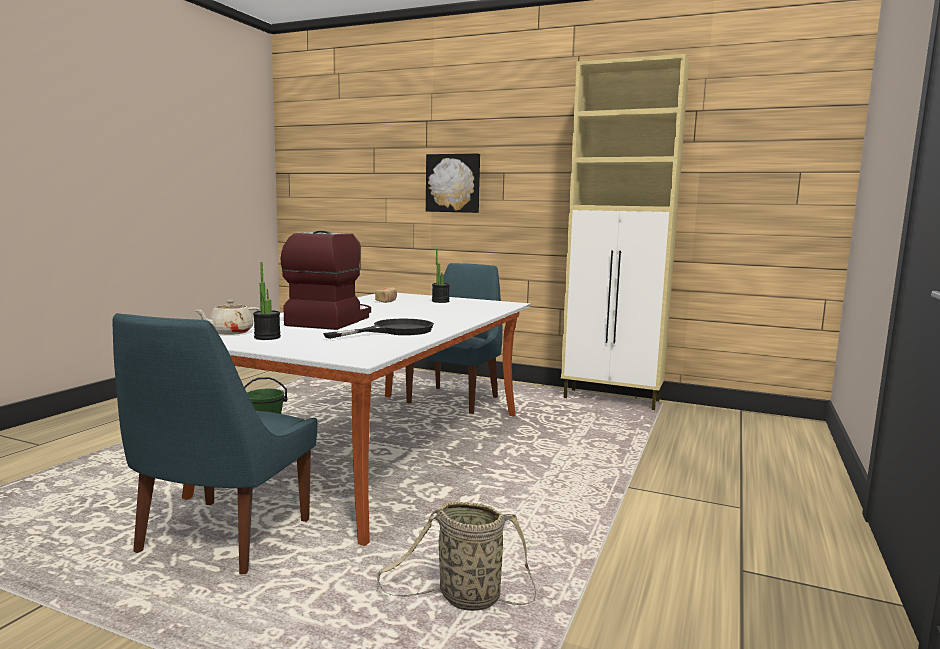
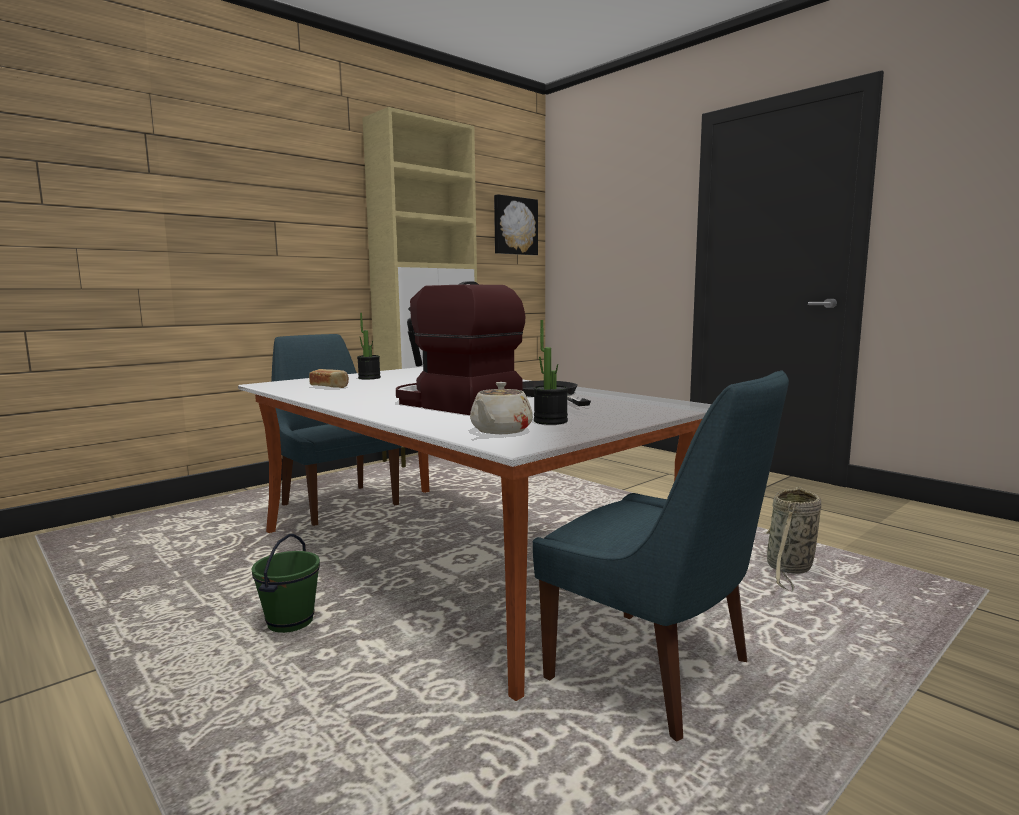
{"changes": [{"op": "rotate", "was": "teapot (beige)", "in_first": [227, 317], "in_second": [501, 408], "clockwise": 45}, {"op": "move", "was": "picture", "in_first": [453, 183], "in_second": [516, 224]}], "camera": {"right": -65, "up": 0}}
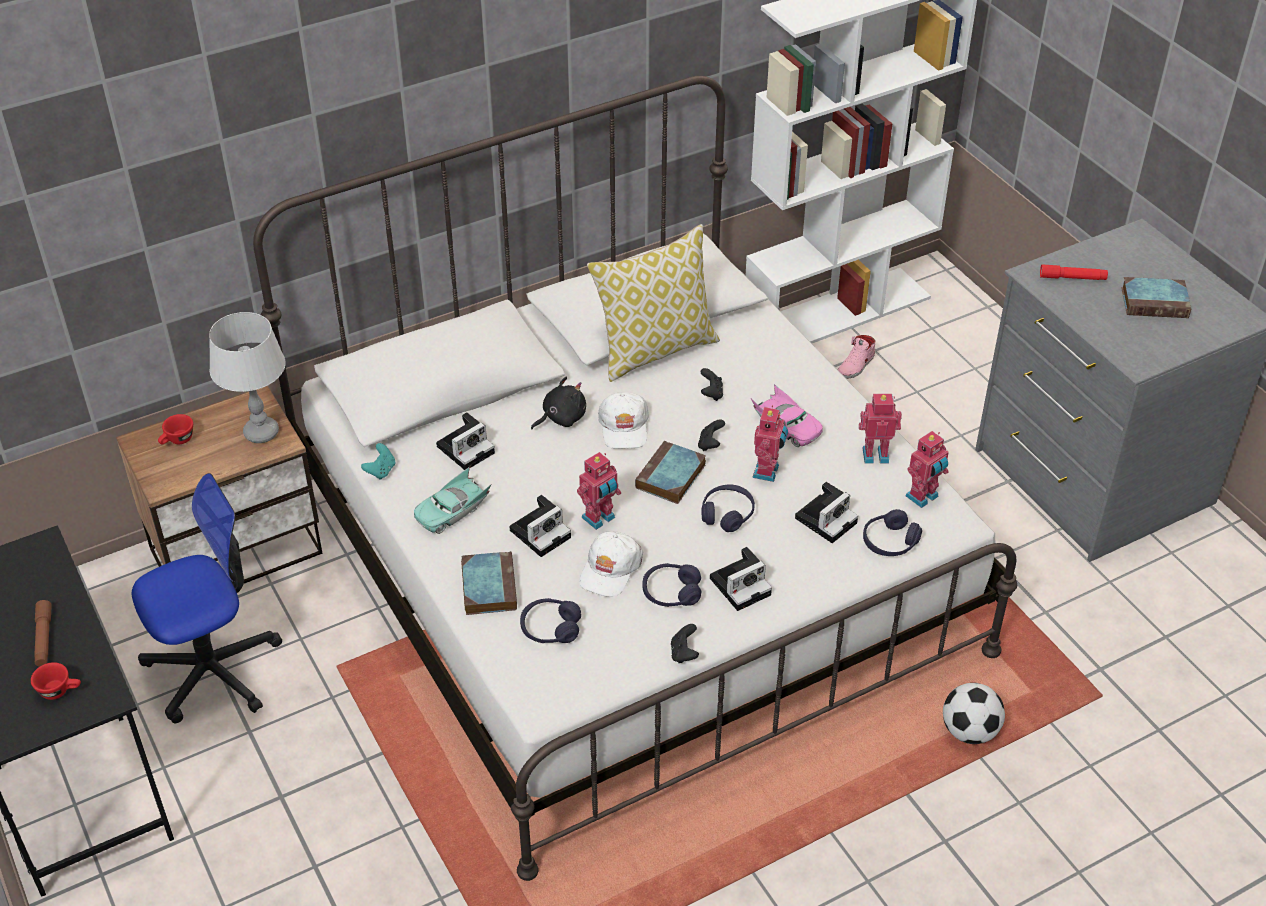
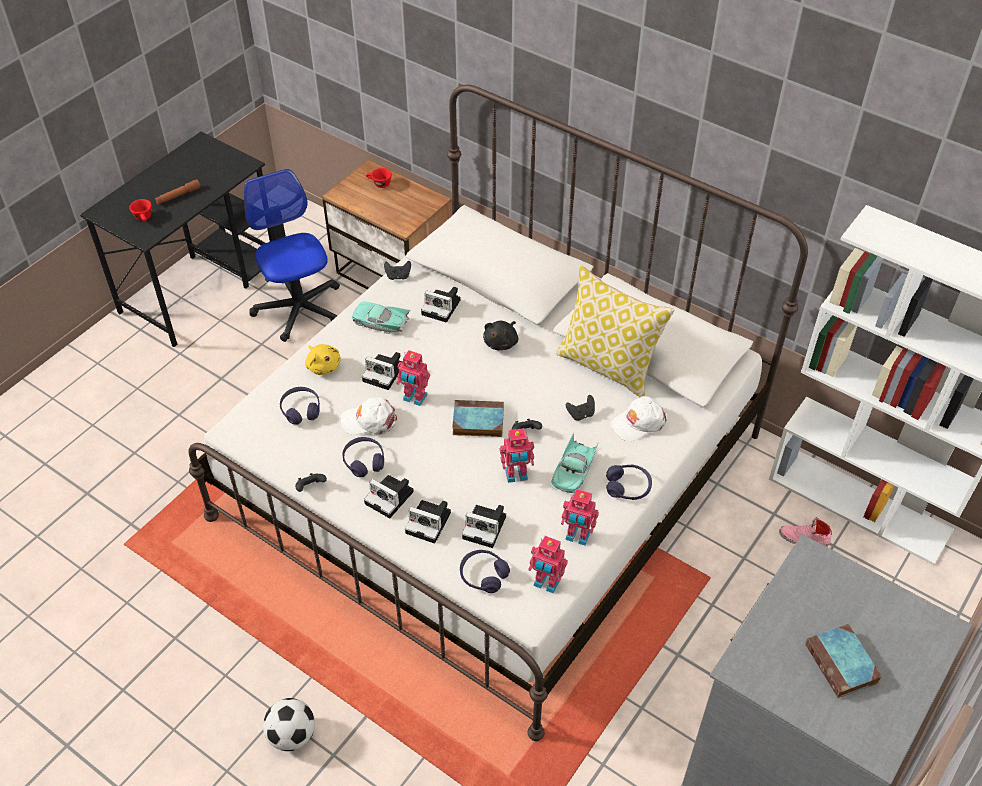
{"changes": [{"op": "rotate", "was": "office chair", "in_first": [207, 598], "in_second": [292, 255], "clockwise": -150}, {"op": "delete", "was": "table lamp (grey)", "in_first": [247, 377]}, {"op": "recolor", "was": "game controller (turquoise)", "now": "game controller (black)", "in_first": [378, 461], "in_second": [397, 270]}, {"op": "replace", "was": "book", "now": "plush toy (yellow)", "in_first": [489, 583], "in_second": [323, 359]}, {"op": "rotate", "was": "plush toy (black)", "in_first": [558, 403], "in_second": [500, 335], "clockwise": 90}, {"op": "move", "was": "cap (white)", "in_first": [623, 420], "in_second": [638, 419]}, {"op": "move", "was": "headphones (purple)", "in_first": [728, 508], "in_second": [629, 482]}, {"op": "recolor", "was": "toy car (pink)", "now": "toy car (turquoise)", "in_first": [787, 415], "in_second": [575, 463]}, {"op": "rotate", "was": "toy robot", "in_first": [880, 428], "in_second": [580, 517], "clockwise": 135}, {"op": "move", "was": "football", "in_first": [974, 713], "in_second": [289, 724]}, {"op": "delete", "was": "flashlight (red)", "in_first": [1074, 272]}, {"op": "insert", "now": "photo camera", "in_second": [428, 522]}], "camera": {"right": 65, "up": 5}}
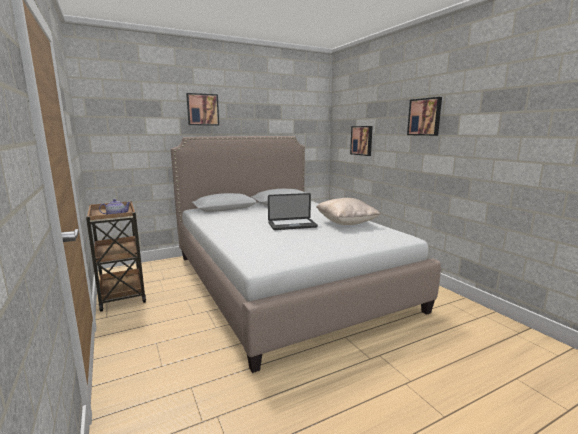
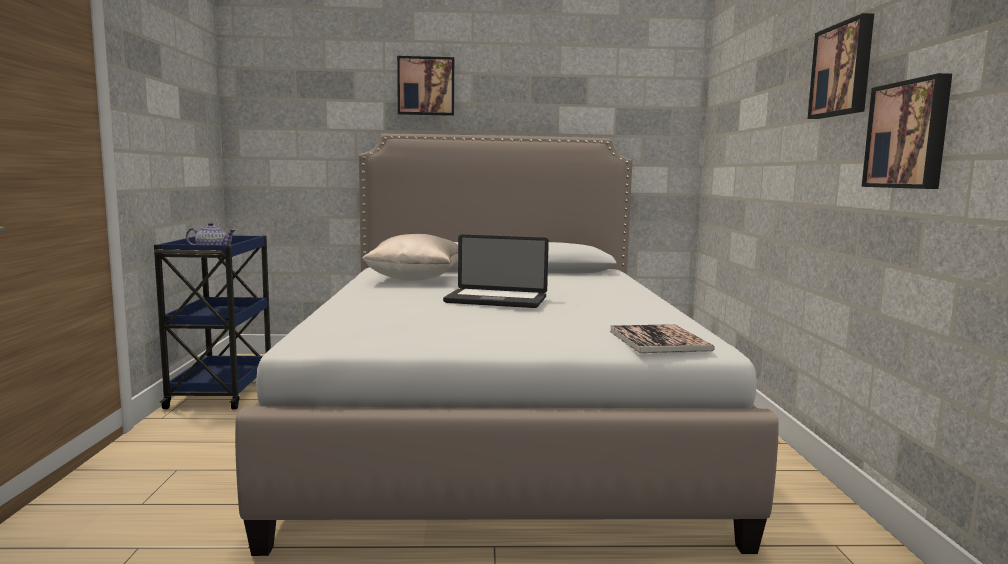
{"changes": [{"op": "recolor", "was": "cart (brown)", "now": "cart (blue)", "in_first": [116, 256], "in_second": [212, 322]}, {"op": "move", "was": "pillow (beige)", "in_first": [348, 211], "in_second": [410, 257]}, {"op": "move", "was": "picture", "in_first": [361, 141], "in_second": [907, 131]}, {"op": "insert", "now": "book", "in_second": [662, 338]}], "camera": {"right": 25, "up": -5}}
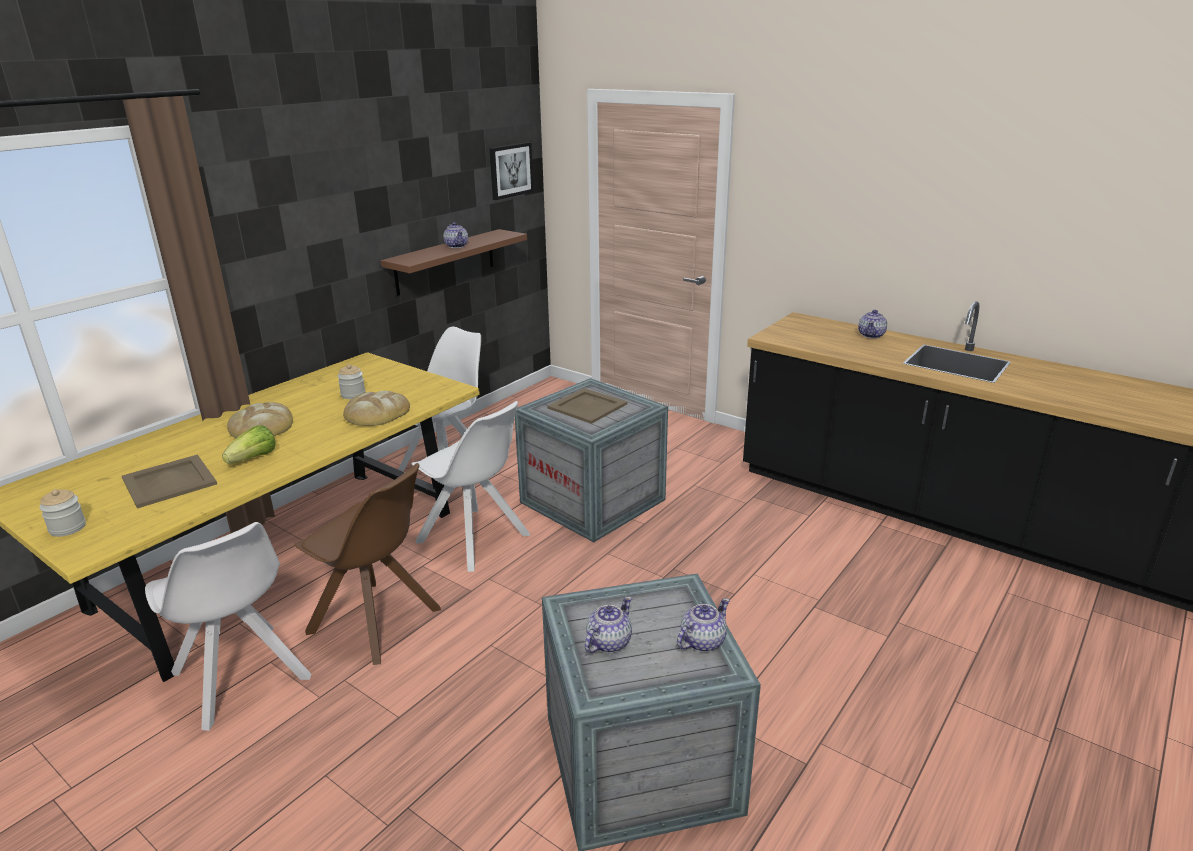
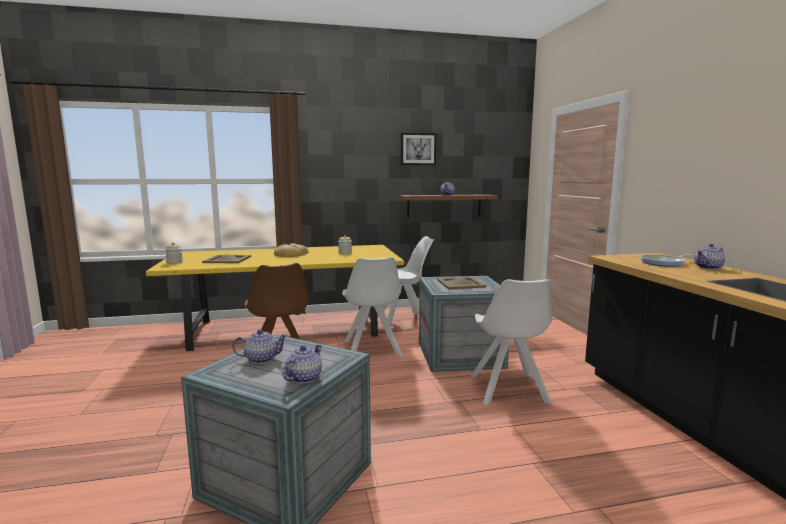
{"changes": [{"op": "move", "was": "chair (white)", "in_first": [228, 626], "in_second": [511, 342]}, {"op": "delete", "was": "lettuce", "in_first": [249, 444]}, {"op": "delete", "was": "bread", "in_first": [376, 408]}, {"op": "move", "was": "picture", "in_first": [511, 171], "in_second": [418, 149]}, {"op": "rotate", "was": "teapot", "in_first": [703, 625], "in_second": [302, 363], "clockwise": -60}, {"op": "insert", "now": "frying pan", "in_second": [666, 260]}], "camera": {"right": 40, "up": -15}}
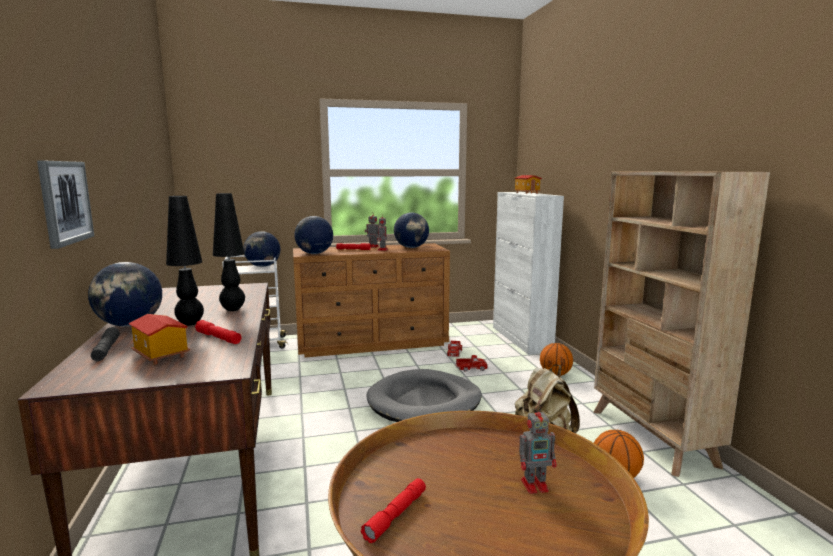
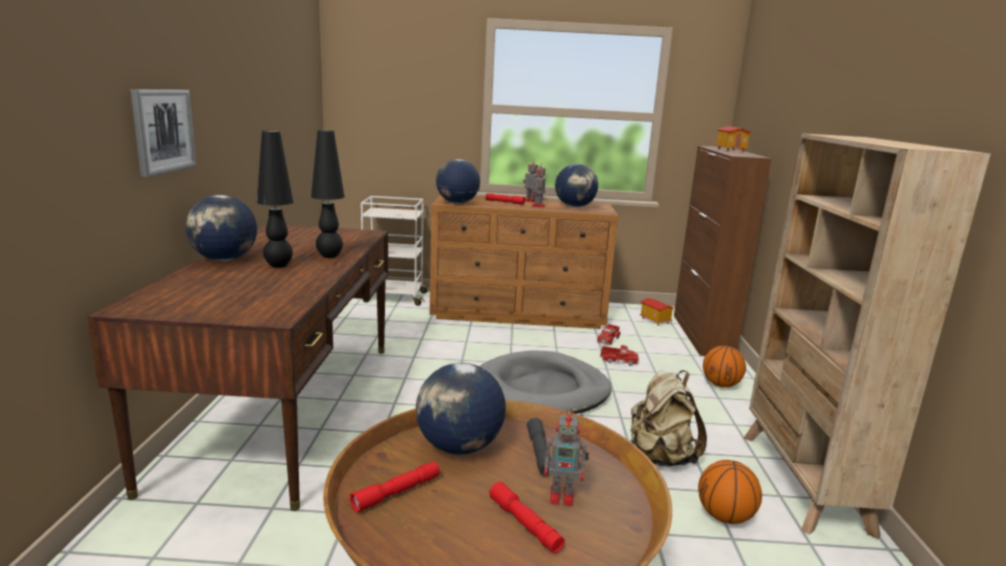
{"changes": [{"op": "move", "was": "flashlight (grey)", "in_first": [105, 344], "in_second": [539, 446]}, {"op": "move", "was": "toy house", "in_first": [159, 339], "in_second": [656, 311]}, {"op": "move", "was": "flashlight (red)", "in_first": [218, 332], "in_second": [527, 517]}, {"op": "move", "was": "globe", "in_first": [262, 249], "in_second": [461, 409]}, {"op": "recolor", "was": "cabinet (white)", "now": "cabinet (brown)", "in_first": [528, 273], "in_second": [722, 251]}], "camera": {"right": 15, "up": 5}}
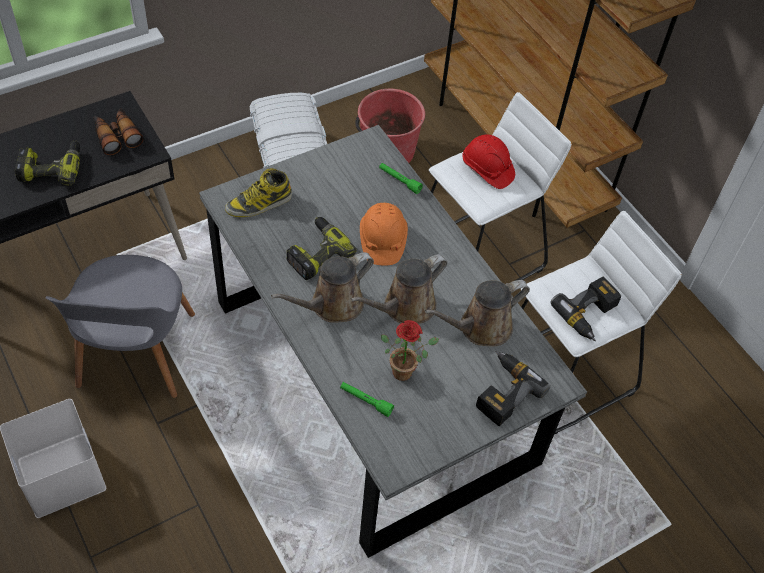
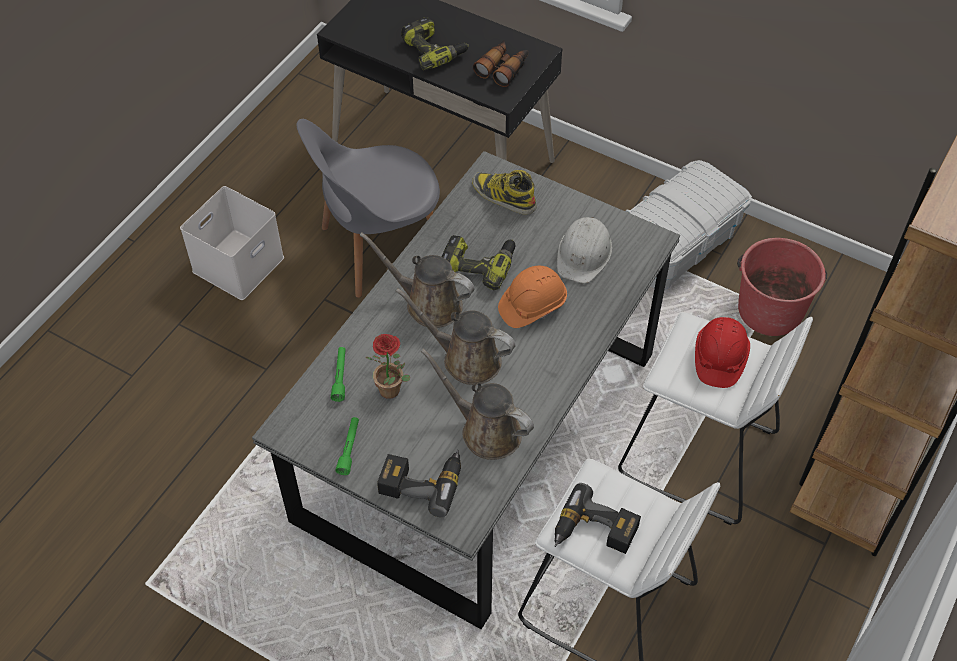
{"changes": [{"op": "move", "was": "flashlight (green)", "in_first": [401, 178], "in_second": [347, 446]}, {"op": "insert", "now": "hard hat (white)", "in_second": [584, 250]}], "camera": {"right": 65, "up": 0}}
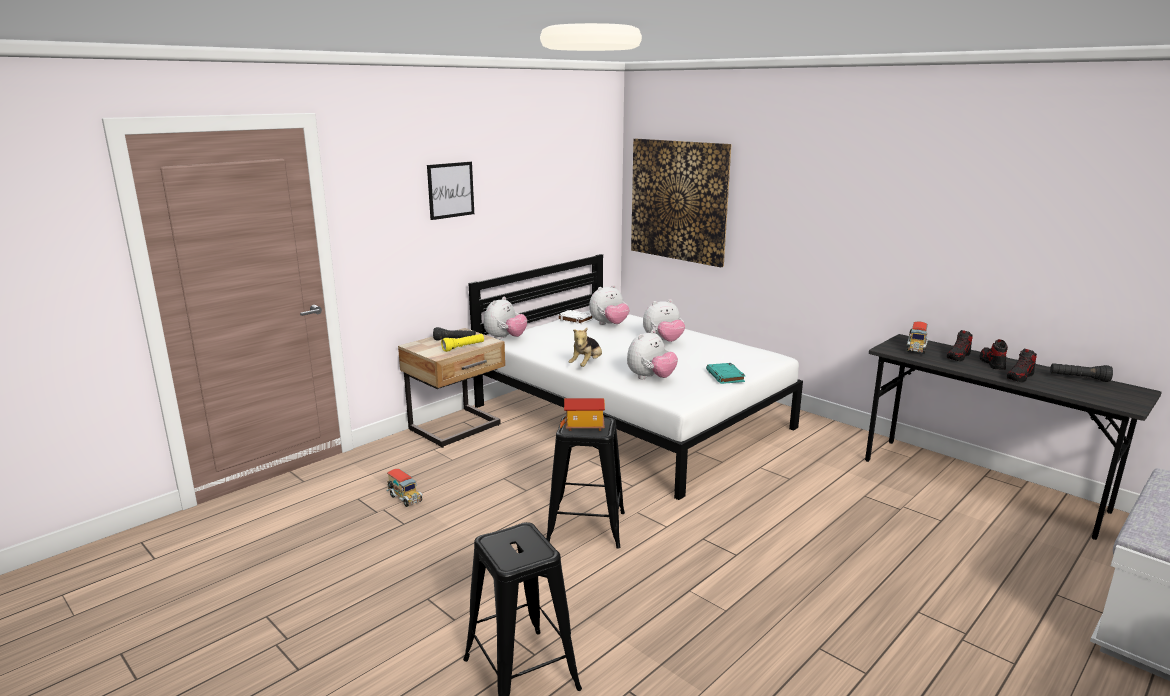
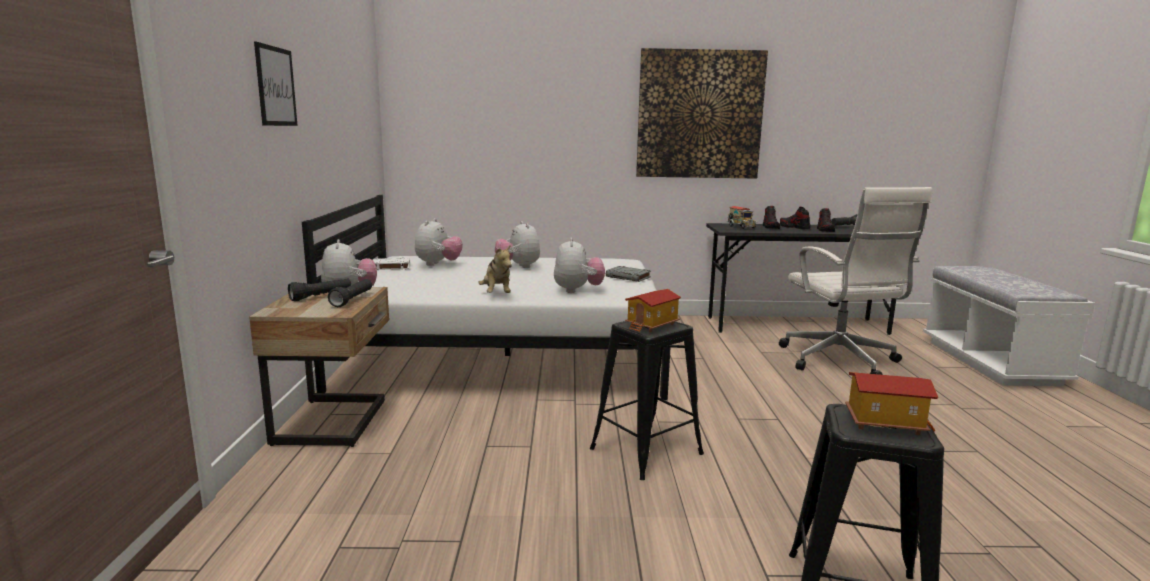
{"changes": [{"op": "delete", "was": "toy truck", "in_first": [404, 488]}, {"op": "recolor", "was": "flashlight (yellow)", "now": "flashlight (black)", "in_first": [462, 343], "in_second": [350, 293]}, {"op": "move", "was": "picture", "in_first": [681, 203], "in_second": [702, 113]}, {"op": "rotate", "was": "plush toy", "in_first": [664, 320], "in_second": [517, 244], "clockwise": 135}, {"op": "recolor", "was": "book (turquoise)", "now": "book (grey)", "in_first": [725, 373], "in_second": [628, 274]}, {"op": "insert", "now": "office chair (white)", "in_second": [855, 281]}, {"op": "insert", "now": "toy house", "in_second": [891, 403]}], "camera": {"right": -45, "up": -5}}
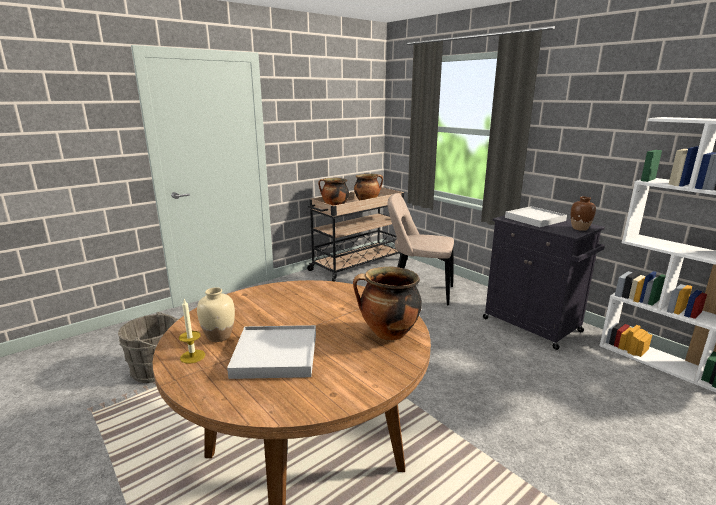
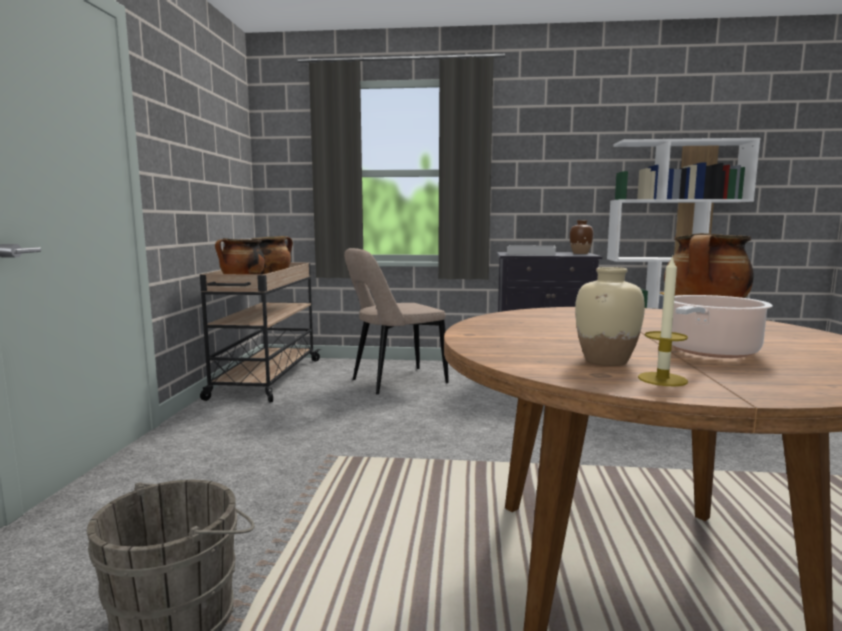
{"changes": [{"op": "replace", "was": "tray (white)", "now": "cooking pot", "in_first": [271, 352], "in_second": [722, 326]}], "camera": {"right": -45, "up": -10}}
